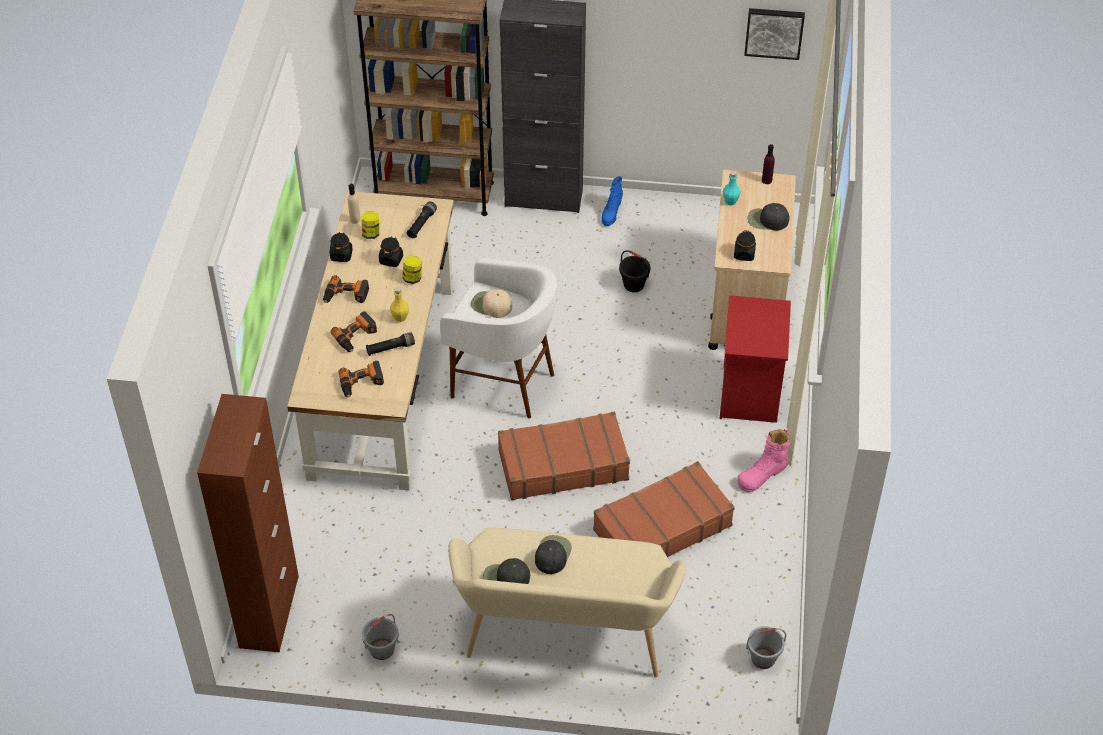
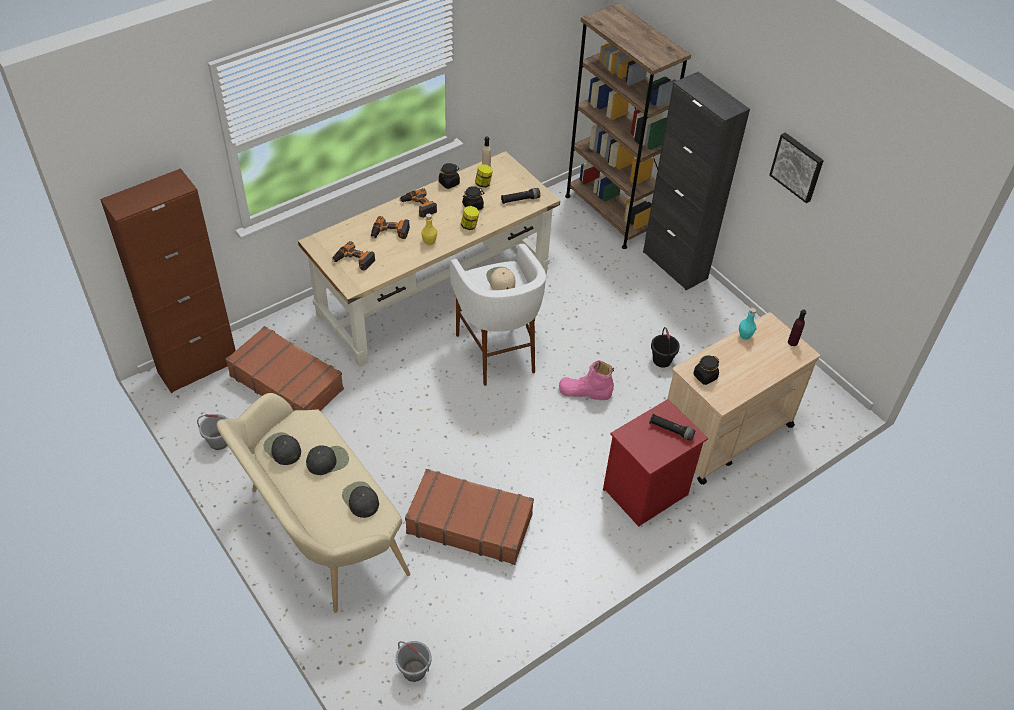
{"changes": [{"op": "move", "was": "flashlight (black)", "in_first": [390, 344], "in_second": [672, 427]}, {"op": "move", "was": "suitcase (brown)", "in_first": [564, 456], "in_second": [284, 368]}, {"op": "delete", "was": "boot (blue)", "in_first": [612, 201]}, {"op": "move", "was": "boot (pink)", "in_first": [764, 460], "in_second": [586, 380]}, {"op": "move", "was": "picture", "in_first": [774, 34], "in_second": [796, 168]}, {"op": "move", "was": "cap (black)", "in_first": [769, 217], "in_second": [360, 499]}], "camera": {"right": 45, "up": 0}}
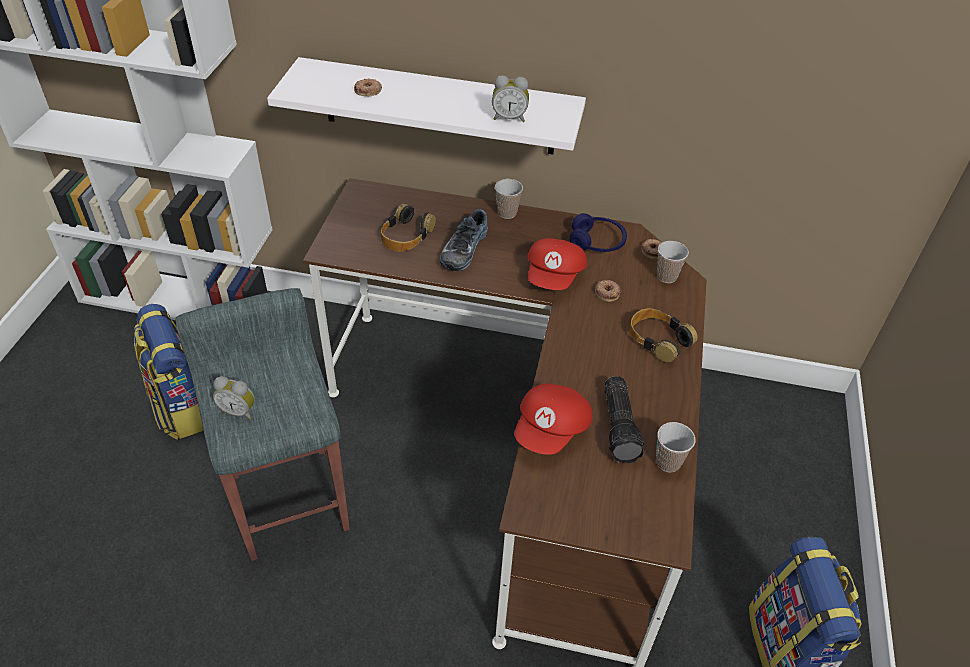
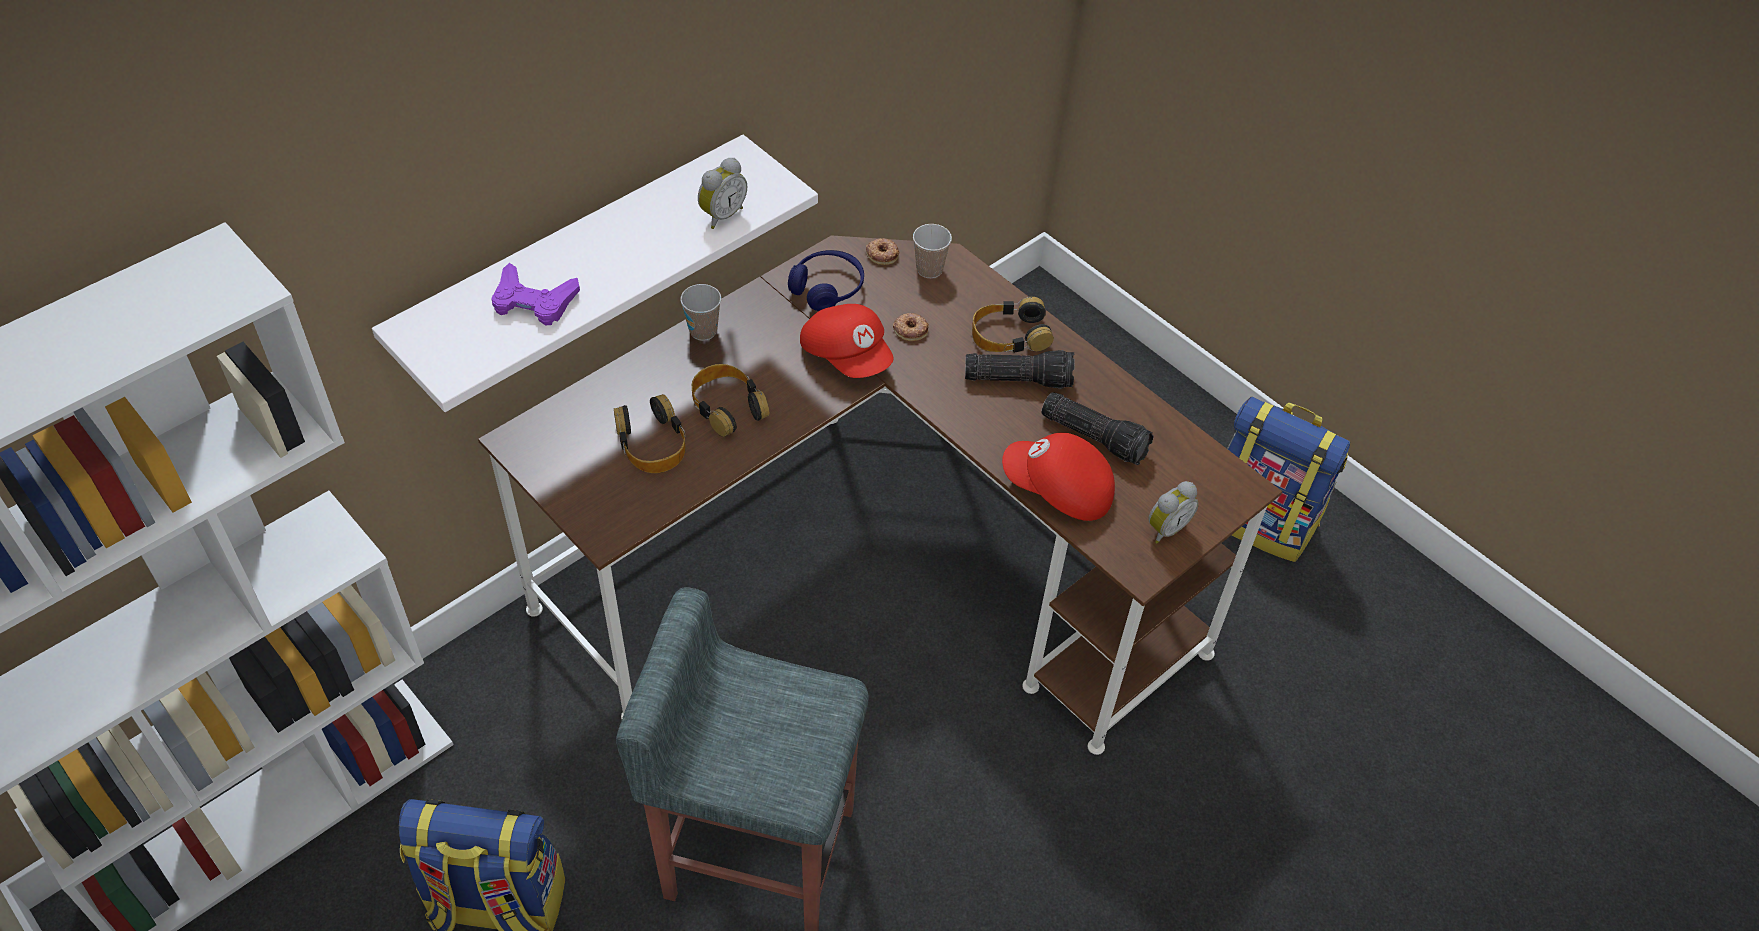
{"changes": [{"op": "move", "was": "alarm clock", "in_first": [234, 398], "in_second": [1173, 512]}, {"op": "replace", "was": "donut", "now": "game controller (purple)", "in_first": [368, 87], "in_second": [536, 294]}, {"op": "replace", "was": "shoe", "now": "headphones", "in_first": [464, 240], "in_second": [730, 400]}, {"op": "rotate", "was": "cap (red)", "in_first": [553, 419], "in_second": [1058, 477], "clockwise": 135}, {"op": "delete", "was": "cup", "in_first": [675, 447]}, {"op": "insert", "now": "flashlight", "in_second": [1020, 369]}], "camera": {"right": -55, "up": 5}}
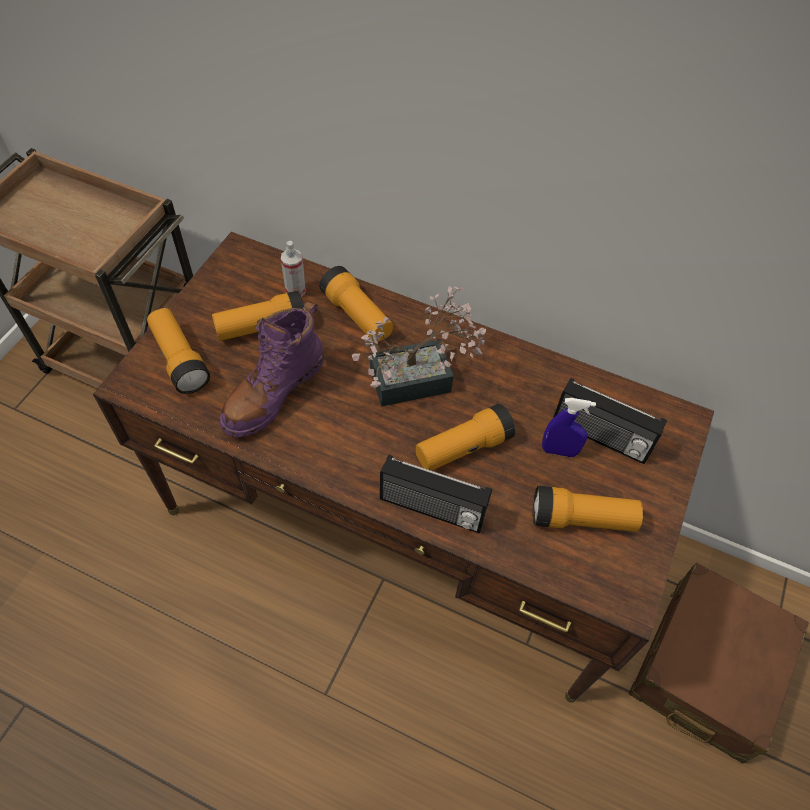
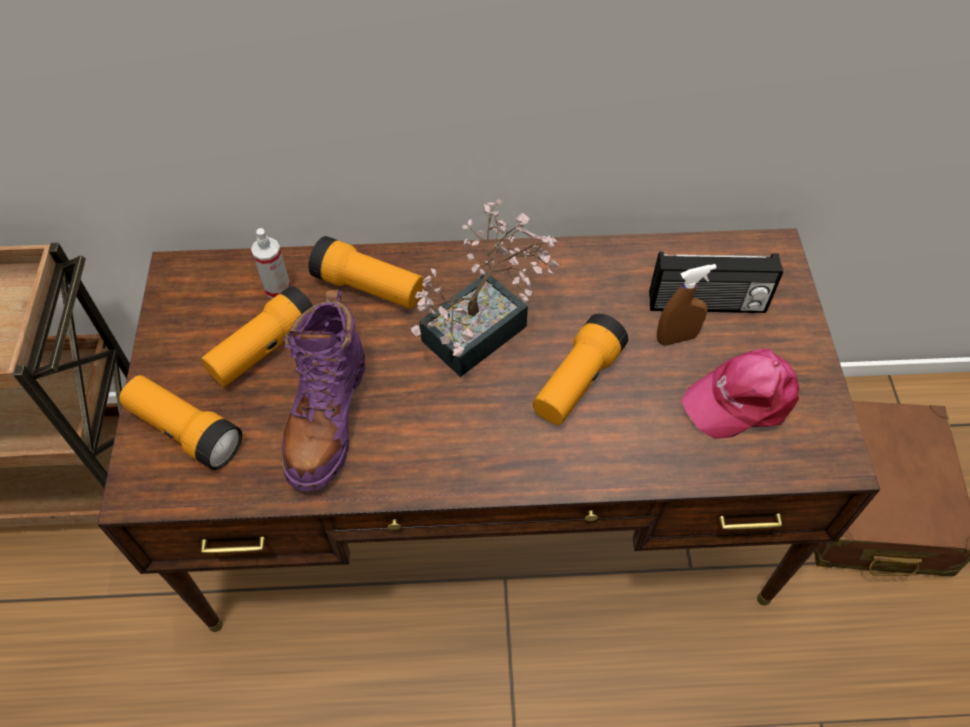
{"changes": [{"op": "delete", "was": "radio", "in_first": [436, 494]}, {"op": "replace", "was": "flashlight", "now": "cap (pink)", "in_first": [588, 509], "in_second": [740, 394]}, {"op": "recolor", "was": "spray bottle (blue)", "now": "spray bottle (brown)", "in_first": [569, 427], "in_second": [687, 305]}], "camera": {"right": -25, "up": 0}}
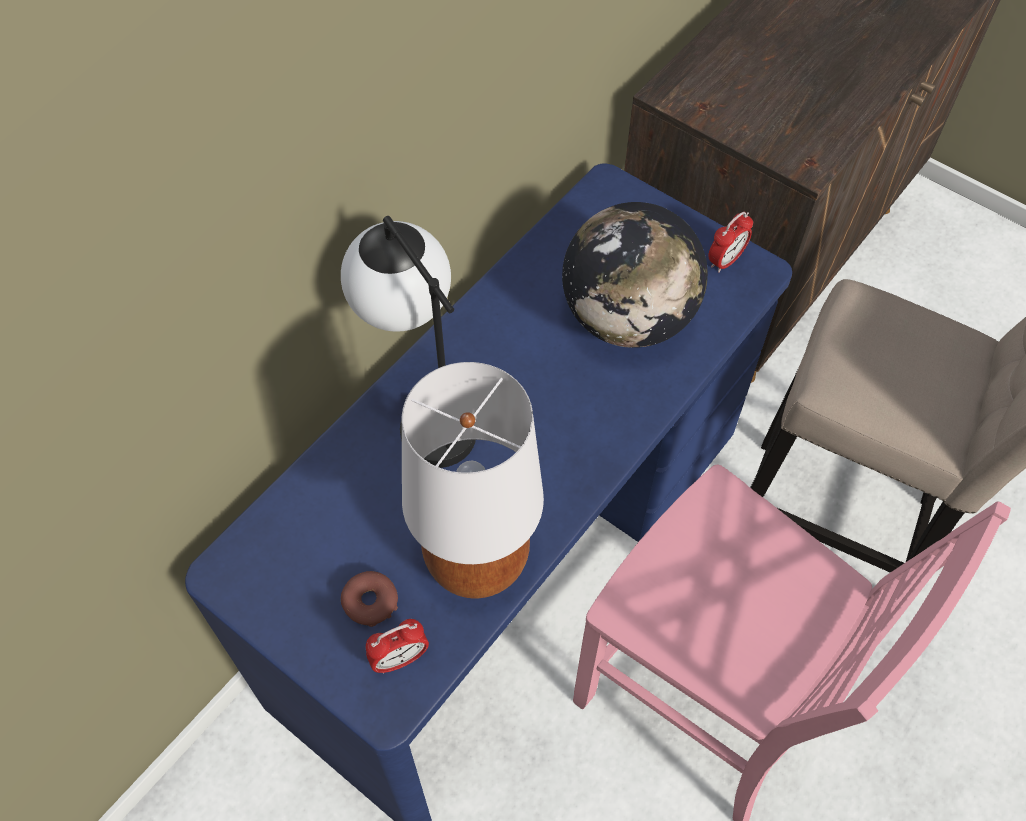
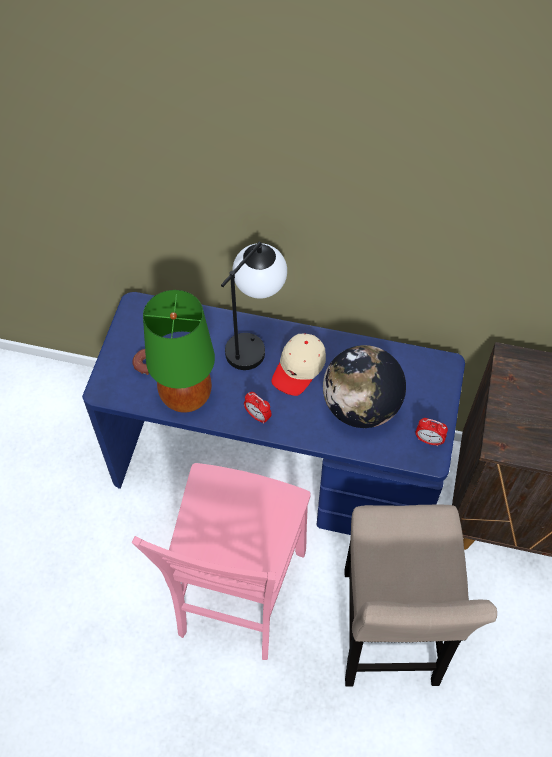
{"changes": [{"op": "move", "was": "alarm clock", "in_first": [397, 646], "in_second": [258, 408]}, {"op": "recolor", "was": "table lamp (white)", "now": "table lamp (green)", "in_first": [473, 480], "in_second": [179, 351]}, {"op": "insert", "now": "cap (beige)", "in_second": [299, 364]}], "camera": {"right": 65, "up": 0}}
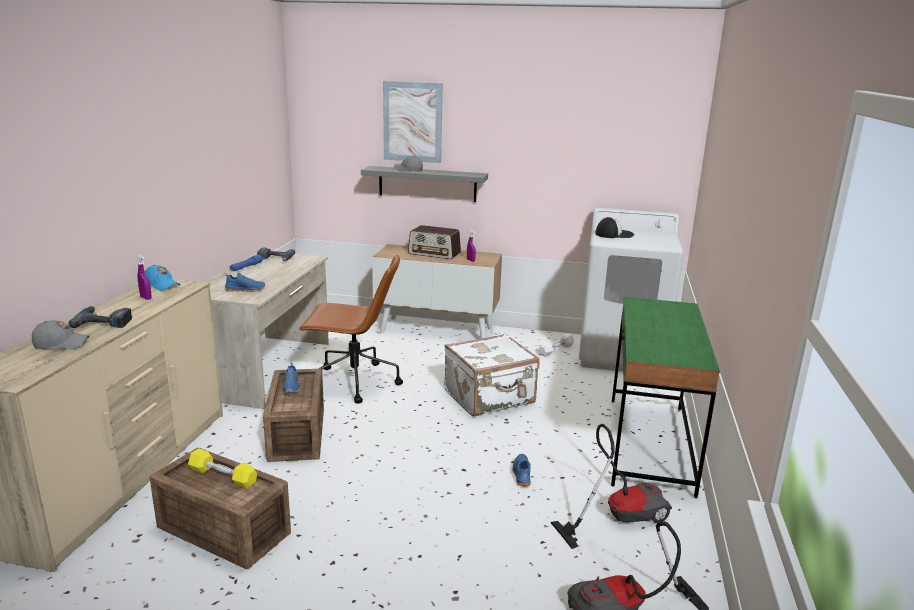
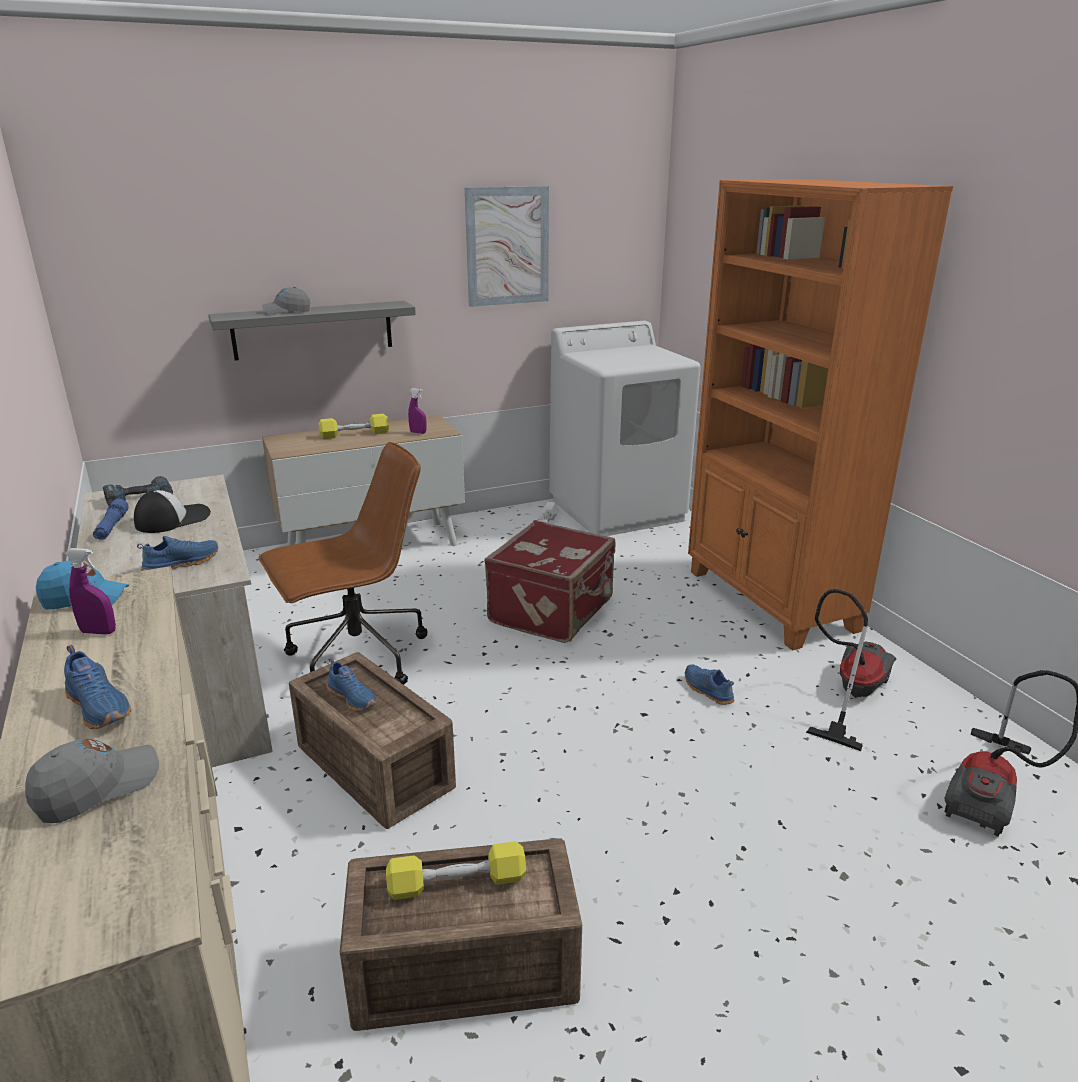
{"changes": [{"op": "replace", "was": "power drill", "now": "shoe (blue)", "in_first": [100, 317], "in_second": [98, 687]}, {"op": "move", "was": "picture", "in_first": [413, 122], "in_second": [507, 246]}, {"op": "replace", "was": "radio", "now": "dumbbell (yellow)", "in_first": [434, 242], "in_second": [353, 426]}, {"op": "recolor", "was": "suitcase (white)", "now": "suitcase (red)", "in_first": [492, 375], "in_second": [550, 581]}, {"op": "move", "was": "cap", "in_first": [614, 227], "in_second": [172, 511]}, {"op": "replace", "was": "desk (green)", "now": "bookcase (orange)", "in_first": [665, 397], "in_second": [820, 414]}], "camera": {"right": -35, "up": 5}}
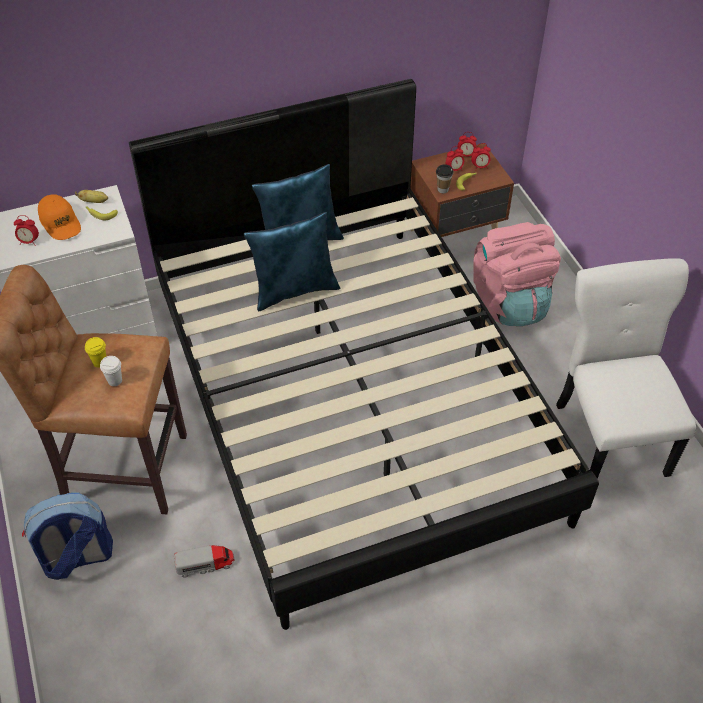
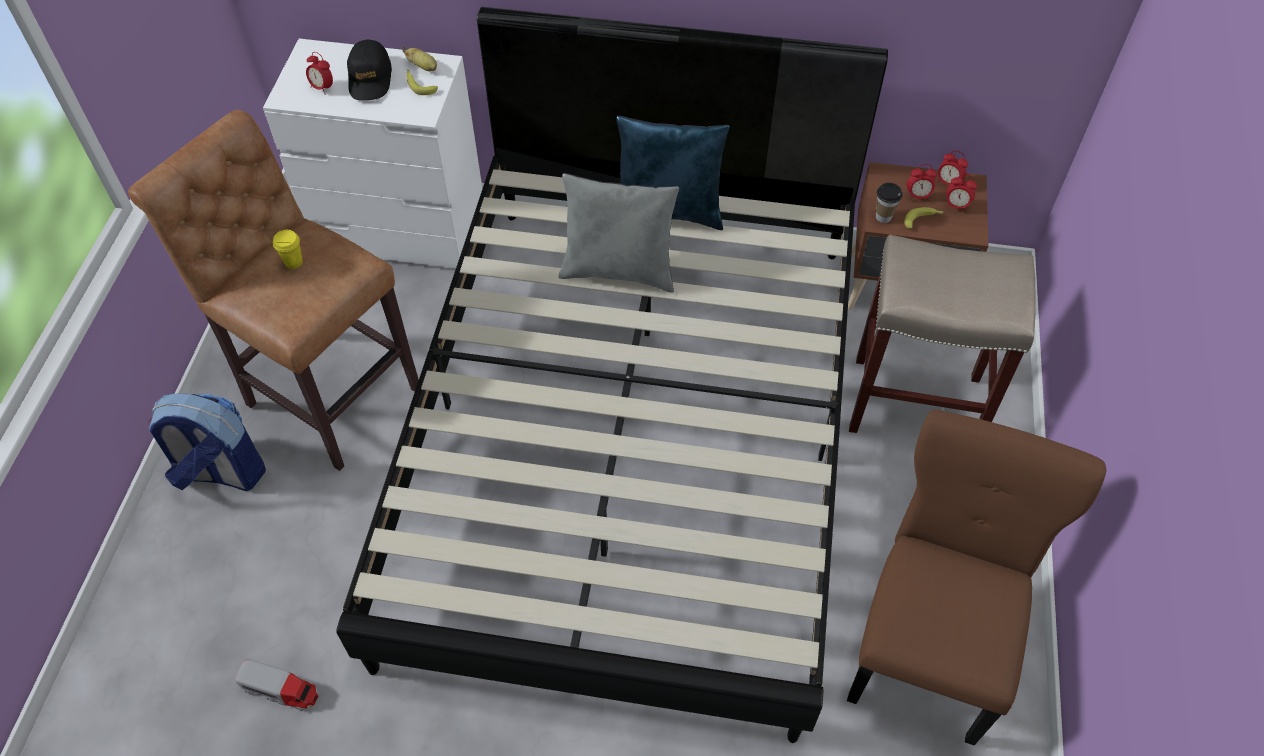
{"changes": [{"op": "recolor", "was": "cap (orange)", "now": "cap (black)", "in_first": [59, 217], "in_second": [369, 69]}, {"op": "delete", "was": "cup (white)", "in_first": [111, 371]}, {"op": "move", "was": "toy truck", "in_first": [204, 561], "in_second": [276, 685]}, {"op": "recolor", "was": "pillow (blue)", "now": "pillow (grey)", "in_first": [292, 262], "in_second": [618, 233]}, {"op": "replace", "was": "backpack (pink)", "now": "stool (beige)", "in_first": [517, 274], "in_second": [942, 334]}, {"op": "recolor", "was": "chair (white)", "now": "chair (brown)", "in_first": [626, 368], "in_second": [976, 577]}], "camera": {"right": 30, "up": 5}}
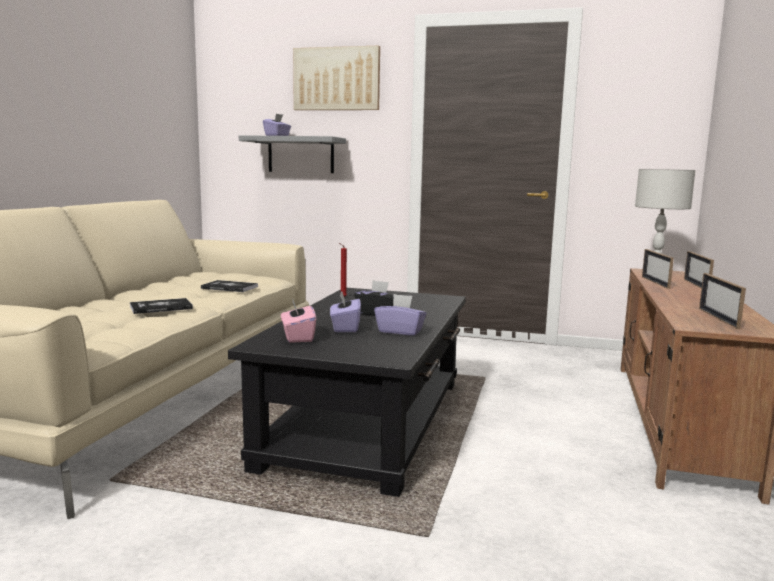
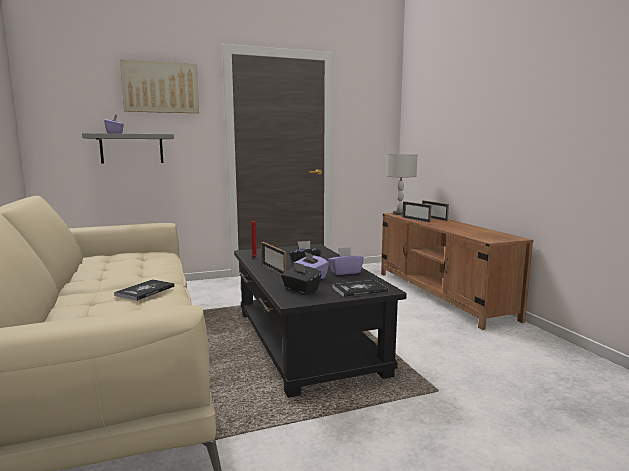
{"changes": [{"op": "move", "was": "book", "in_first": [229, 286], "in_second": [360, 288]}, {"op": "recolor", "was": "tissue box (pink)", "now": "tissue box (black)", "in_first": [298, 320], "in_second": [301, 278]}, {"op": "move", "was": "picture frame", "in_first": [722, 301], "in_second": [273, 258]}], "camera": {"right": -35, "up": 0}}
